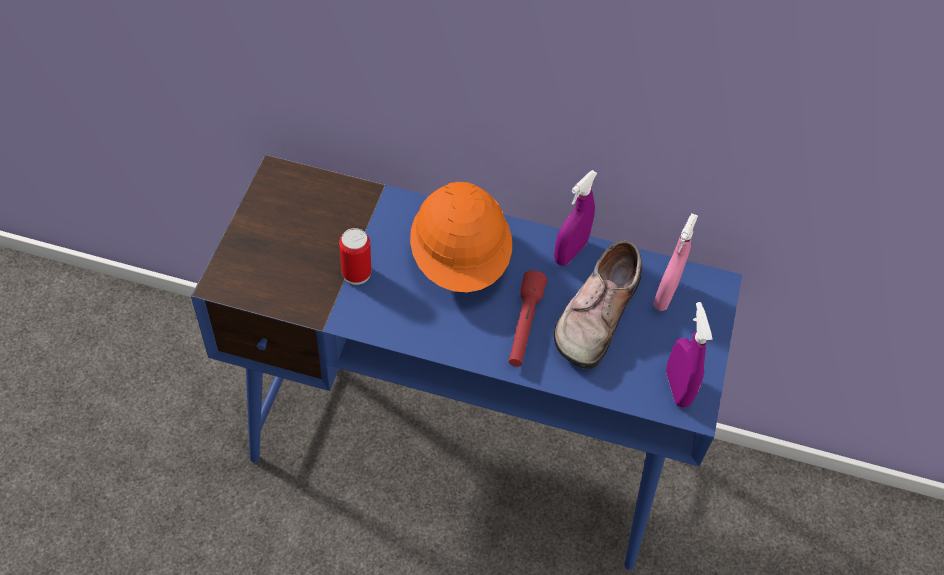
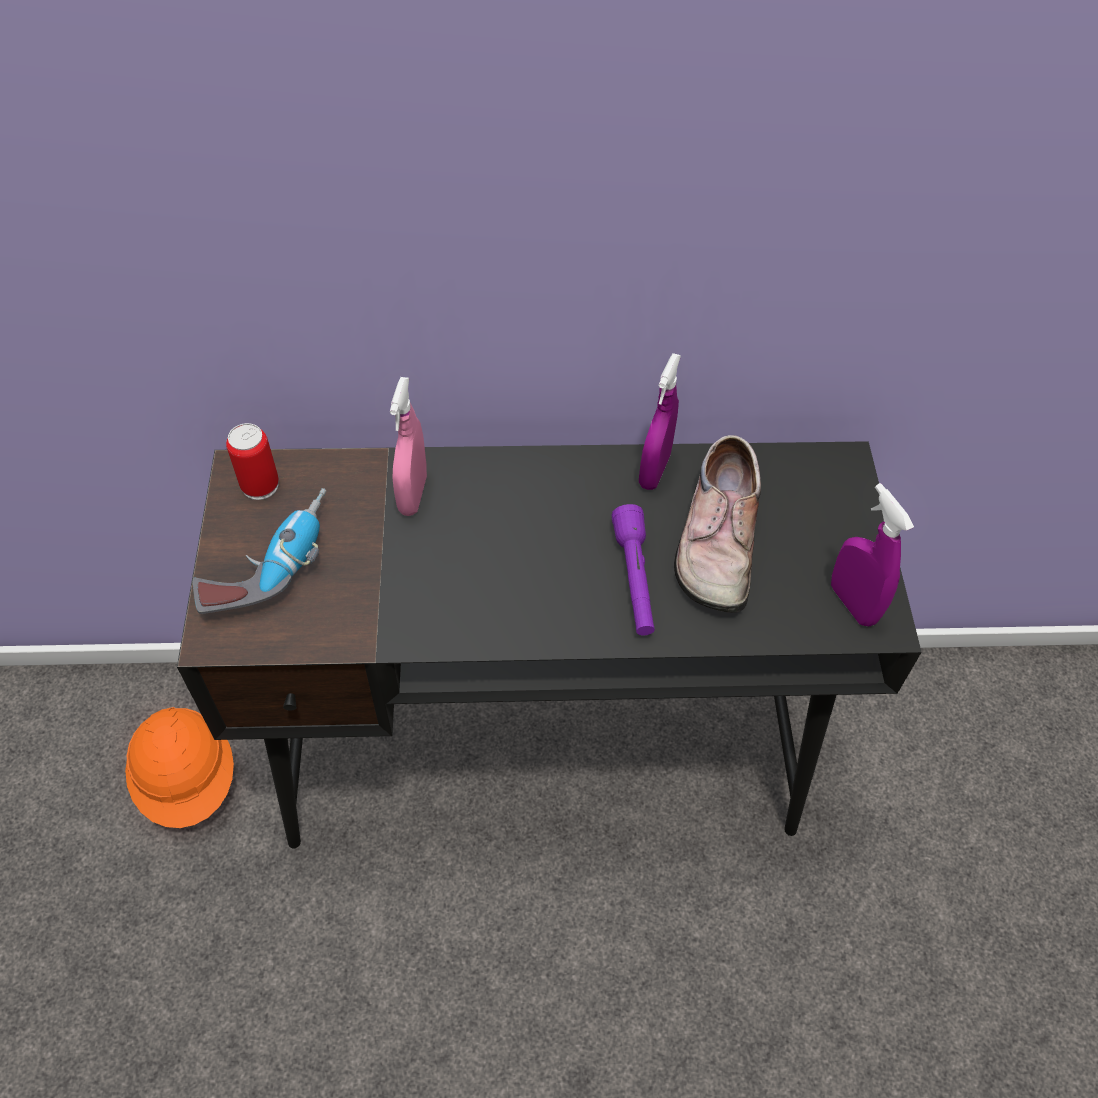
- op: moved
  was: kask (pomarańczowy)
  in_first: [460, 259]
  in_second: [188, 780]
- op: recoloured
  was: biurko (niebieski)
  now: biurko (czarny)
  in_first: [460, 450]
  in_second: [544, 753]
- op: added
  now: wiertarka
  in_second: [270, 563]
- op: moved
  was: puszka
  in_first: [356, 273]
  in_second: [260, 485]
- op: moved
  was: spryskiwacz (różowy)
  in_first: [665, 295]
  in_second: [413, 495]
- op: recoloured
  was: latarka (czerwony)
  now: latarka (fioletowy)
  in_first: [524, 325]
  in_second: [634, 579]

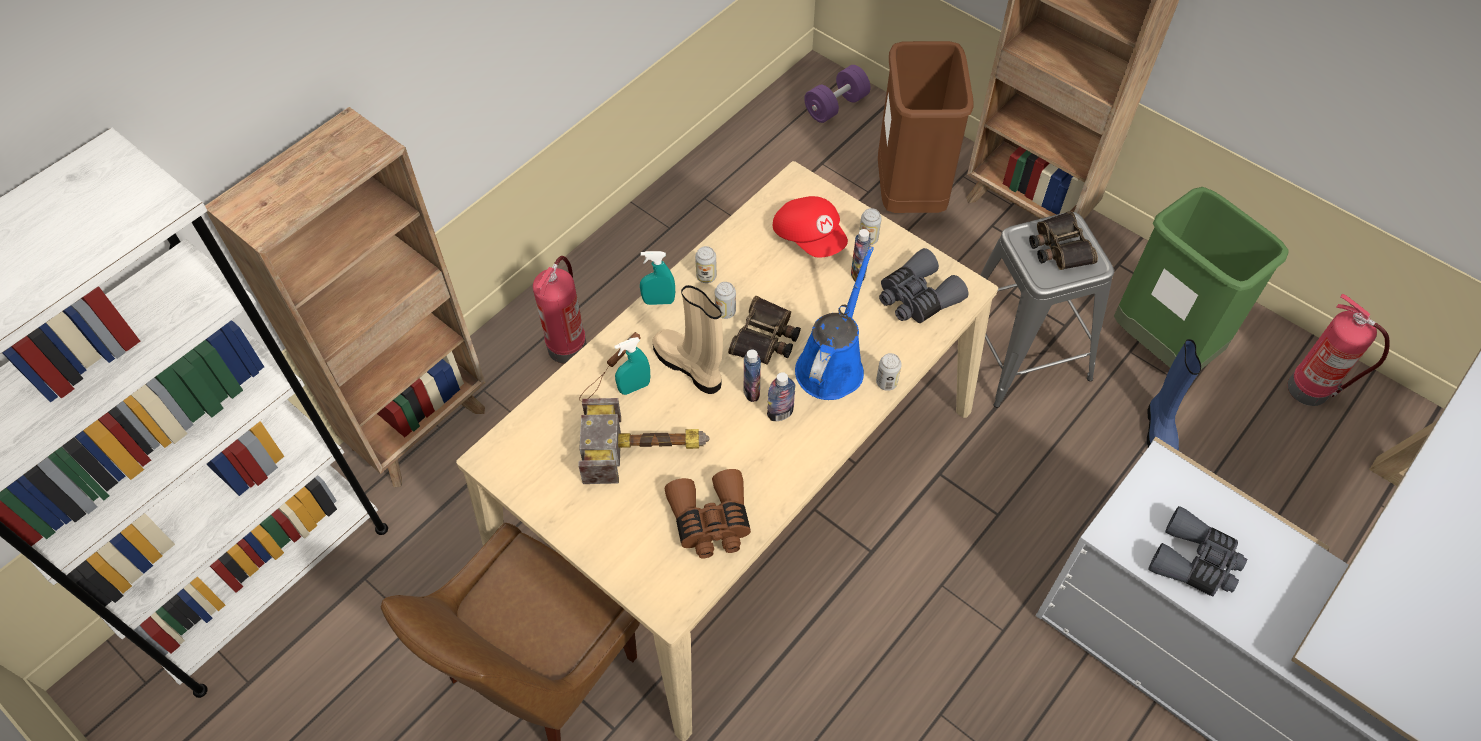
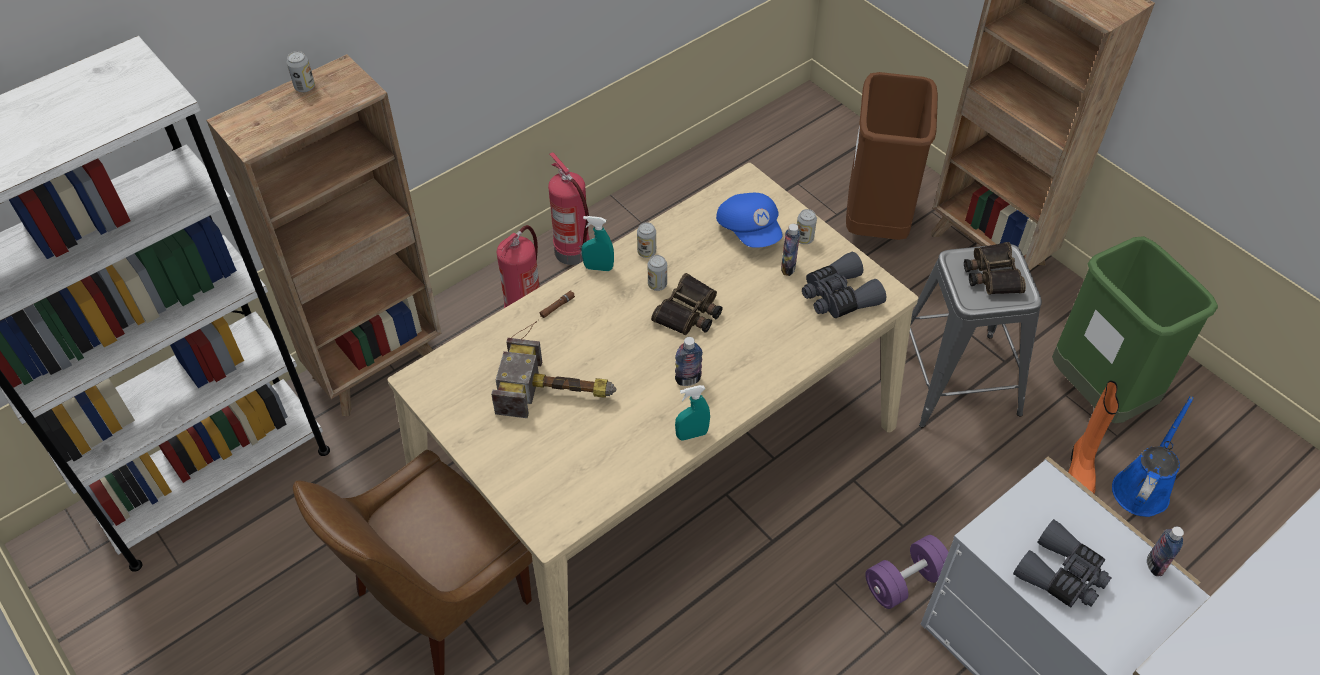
- op: moved
  was: puszka
  in_first: [886, 382]
  in_second: [305, 87]
- op: moved
  was: gaśnica
  in_first: [1310, 389]
  in_second: [574, 252]
- op: moved
  was: spryskiwacz (turkusowy)
  in_first: [634, 387]
  in_second: [692, 434]
- op: recoloured
  was: czapka z daszkiem (czerwony)
  now: czapka z daszkiem (niebieski)
  in_first: [810, 237]
  in_second: [750, 230]
- op: moved
  was: hantel (fioletowy)
  in_first: [836, 106]
  in_second: [905, 581]
- op: recoloured
  was: but z cholewką (niebieski)
  now: but z cholewką (pomarańczowy)
  in_first: [1159, 432]
  in_second: [1079, 473]
- op: moved
  was: konewka (niebieski)
  in_first: [832, 365]
  in_second: [1142, 487]
- op: moved
  was: butelka
  in_first: [751, 391]
  in_second: [1155, 565]
- op: removed
  was: but z cholewką (beżowy)
  in_first: [690, 367]
- op: removed
  was: lornetka (brązowy)
  in_first: [711, 521]

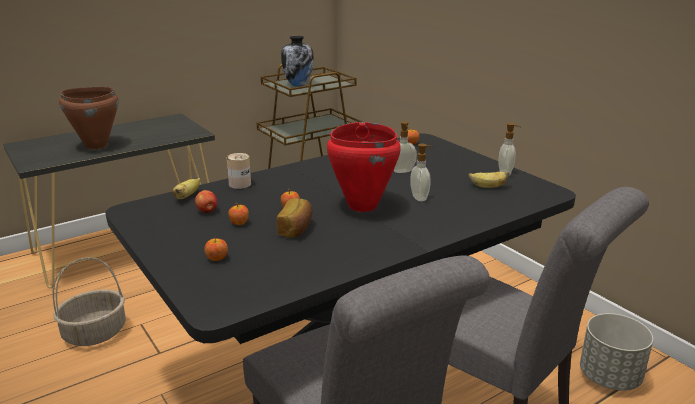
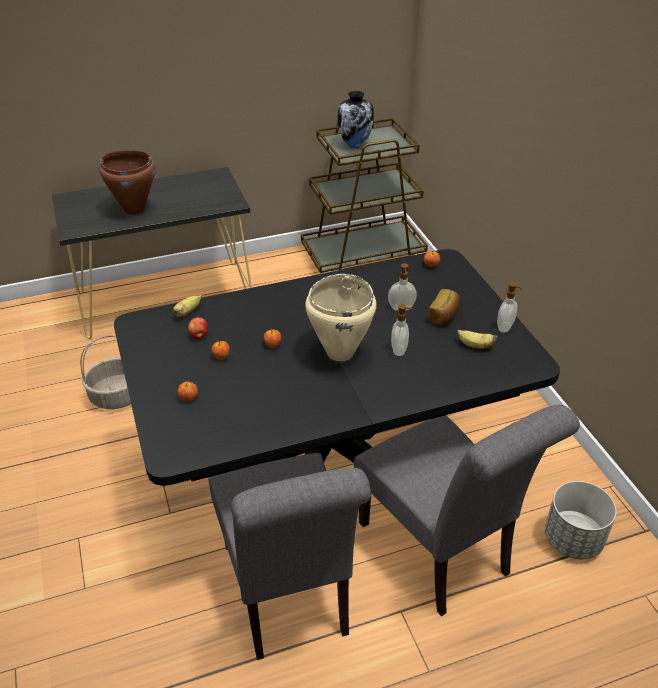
- op: recoloured
  was: garnek (czerwony)
  now: garnek (beżowy)
  in_first: [362, 206]
  in_second: [339, 352]
- op: moved
  was: chleb
  in_first: [296, 229]
  in_second: [444, 316]
- op: removed
  was: puszka
  in_first: [240, 184]

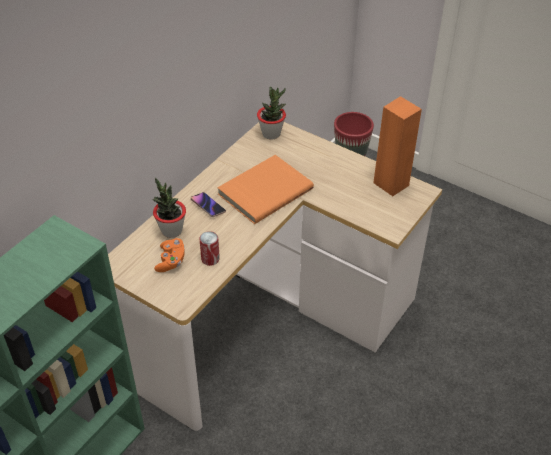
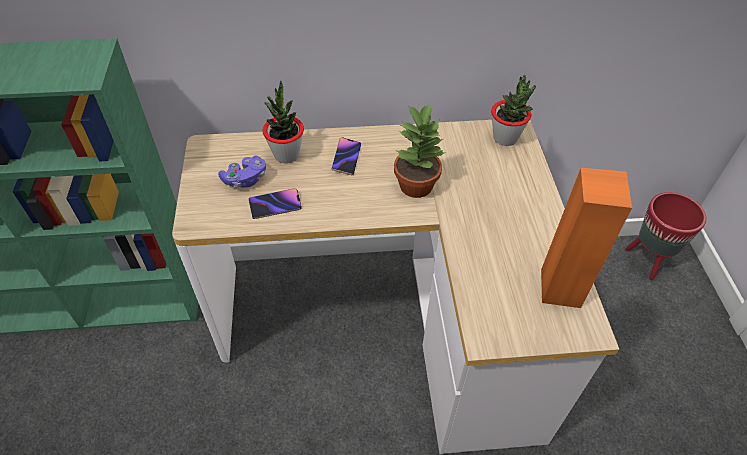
- op: recoloured
  was: pad do gier (pomarańczowy)
  now: pad do gier (fioletowy)
  in_first: [171, 261]
  in_second: [245, 179]
- op: replaced
  was: puszka
  now: telefon
  in_first: [210, 259]
  in_second: [275, 205]
- op: replaced
  was: książka (pomarańczowy)
  now: roślina doniczkowa
  in_first: [264, 191]
  in_second: [416, 185]

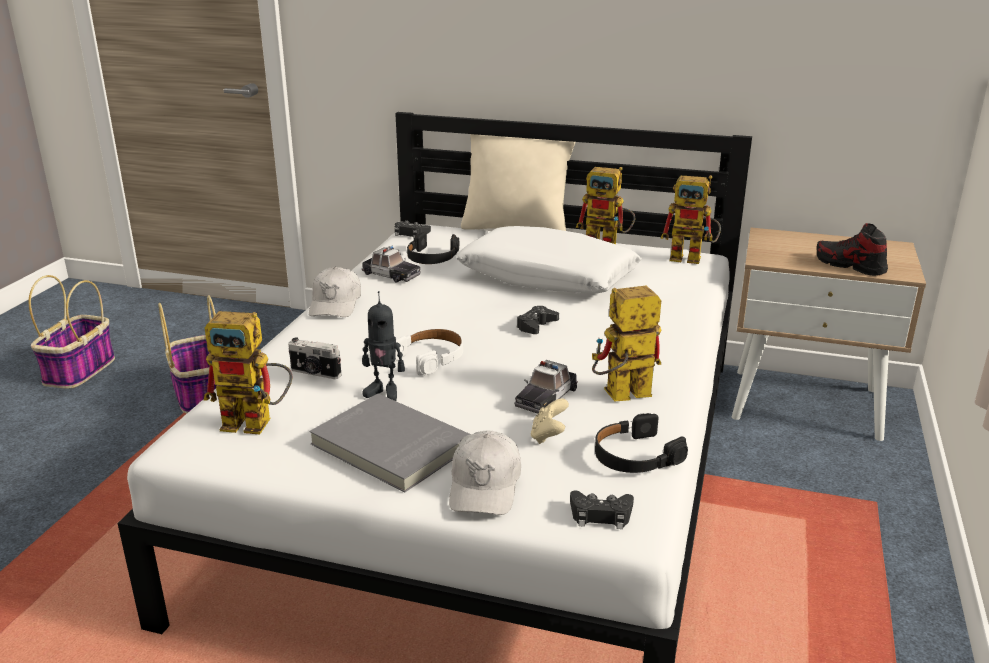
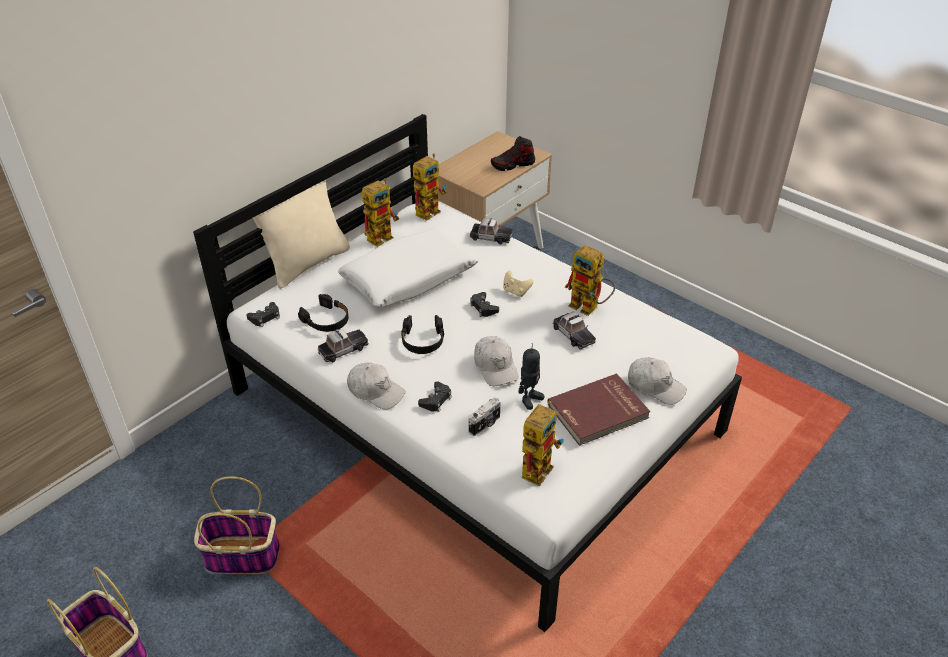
- op: moved
  was: słuchawki (czarny)
  in_first: [635, 456]
  in_second: [422, 340]
- op: moved
  was: pad do gier (czarny)
  in_first: [601, 515]
  in_second: [436, 400]
- op: added
  now: samochodzik
  in_second: [491, 237]
- op: replaced
  was: słuchawki (biały)
  now: czapka z daszkiem (biały)
  in_first: [430, 358]
  in_second: [495, 366]
- op: moved
  was: pad do gier (beżowy)
  in_first: [548, 436]
  in_second: [516, 291]
- op: recoloured
  was: książka (szary)
  now: książka (czerwony)
  in_first: [389, 447]
  in_second: [598, 412]
- op: turned
  was: robot zabawkowy
  in_first: [620, 397]
  in_second: [589, 307]
  clockwise: -60

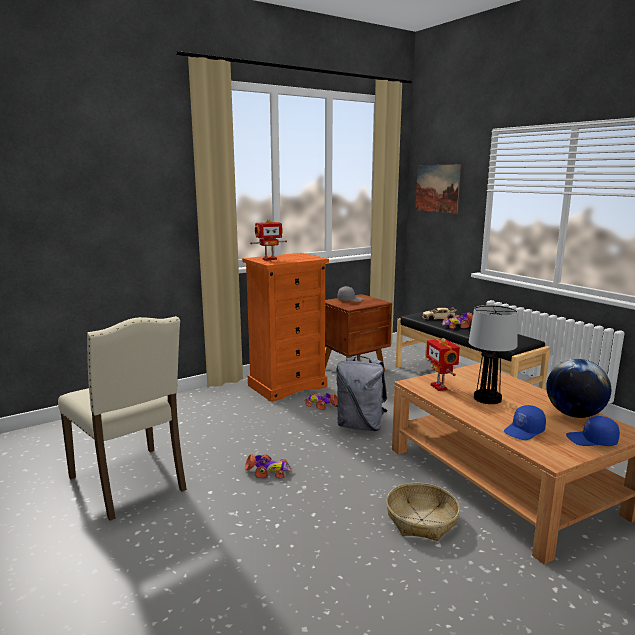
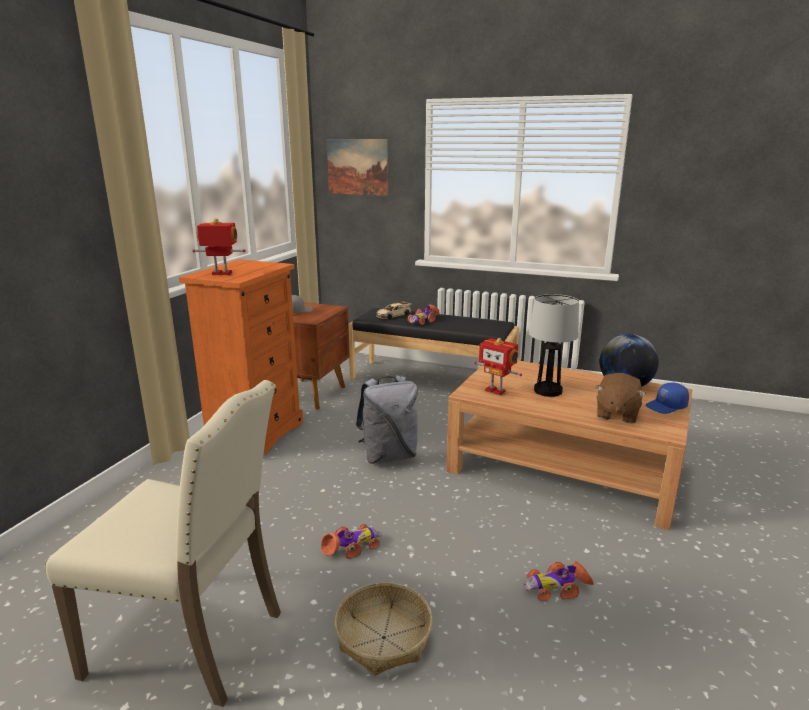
- op: turned
  was: robot zabawkowy
  in_first: [269, 259]
  in_second: [221, 274]
  clockwise: -120
- op: moved
  was: koszyk
  in_first: [421, 520]
  in_second: [383, 638]
- op: moved
  was: samochodzik
  in_first: [321, 405]
  in_second: [556, 587]
- op: replaced
  was: czapka z daszkiem (niebieski)
  now: pluszak (brązowy)
  in_first: [524, 431]
  in_second: [616, 414]

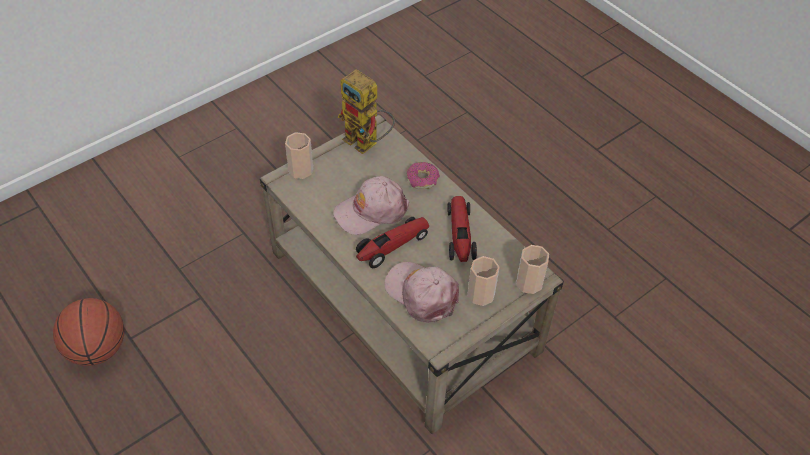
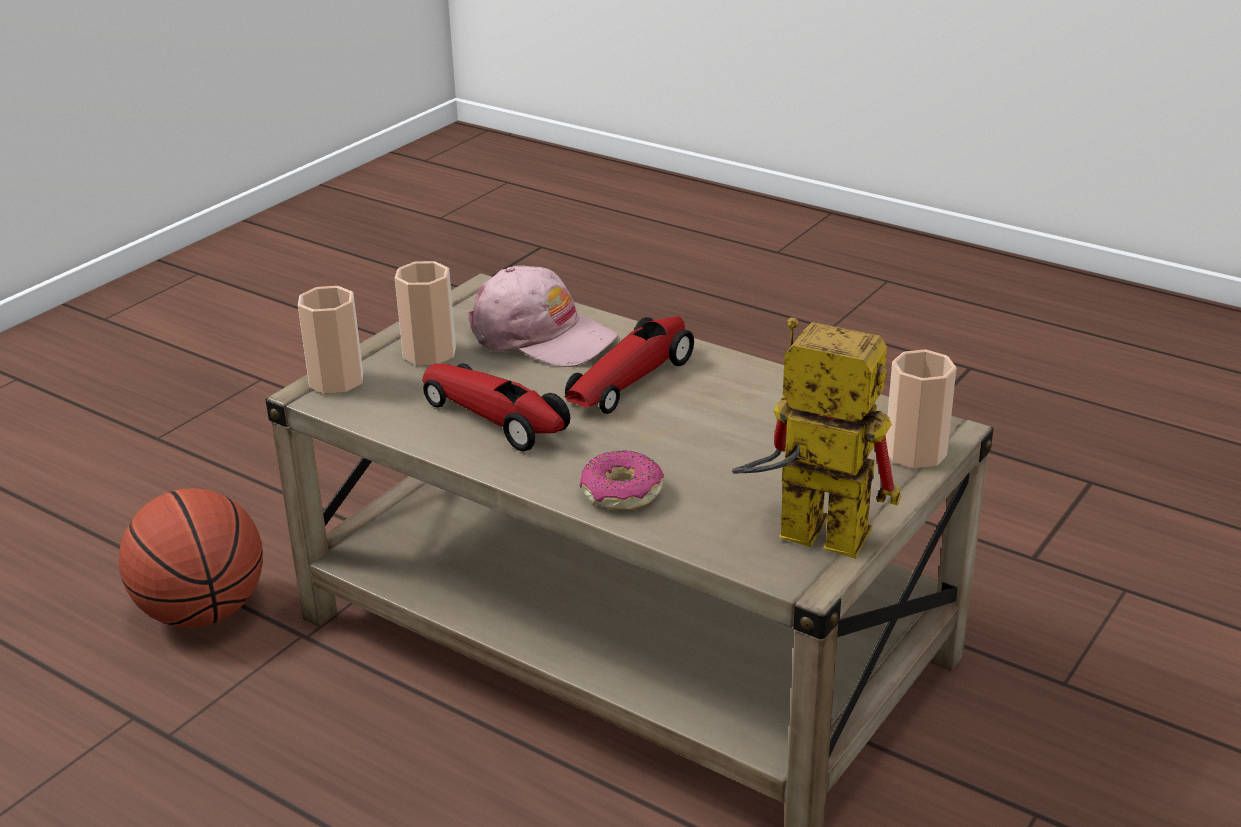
- op: moved
  was: piłka do koszykówki
  in_first: [97, 349]
  in_second: [203, 612]
- op: turned
  was: samochodzik
  in_first: [460, 235]
  in_second: [495, 419]
  clockwise: 150
- op: removed
  was: czapka z daszkiem (różowy)
  in_first: [371, 211]

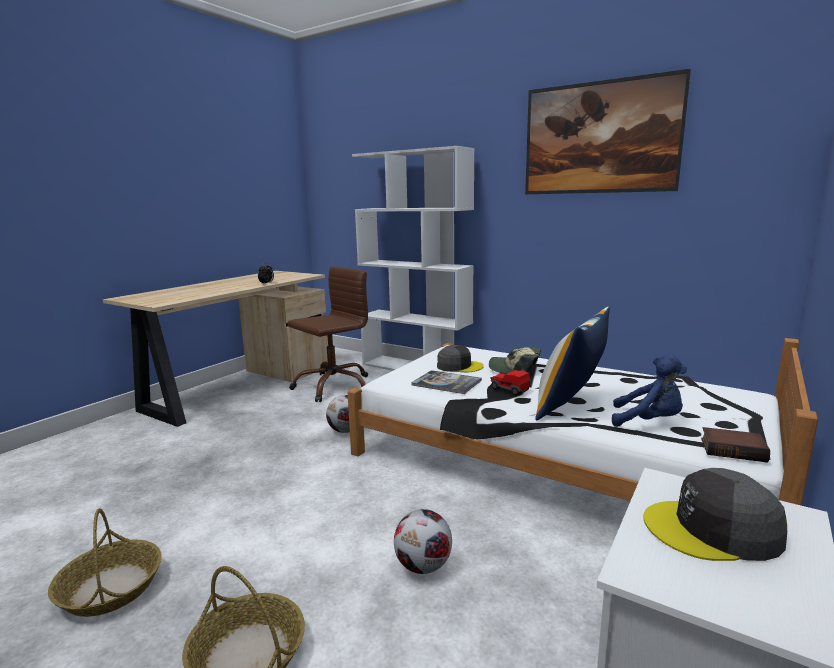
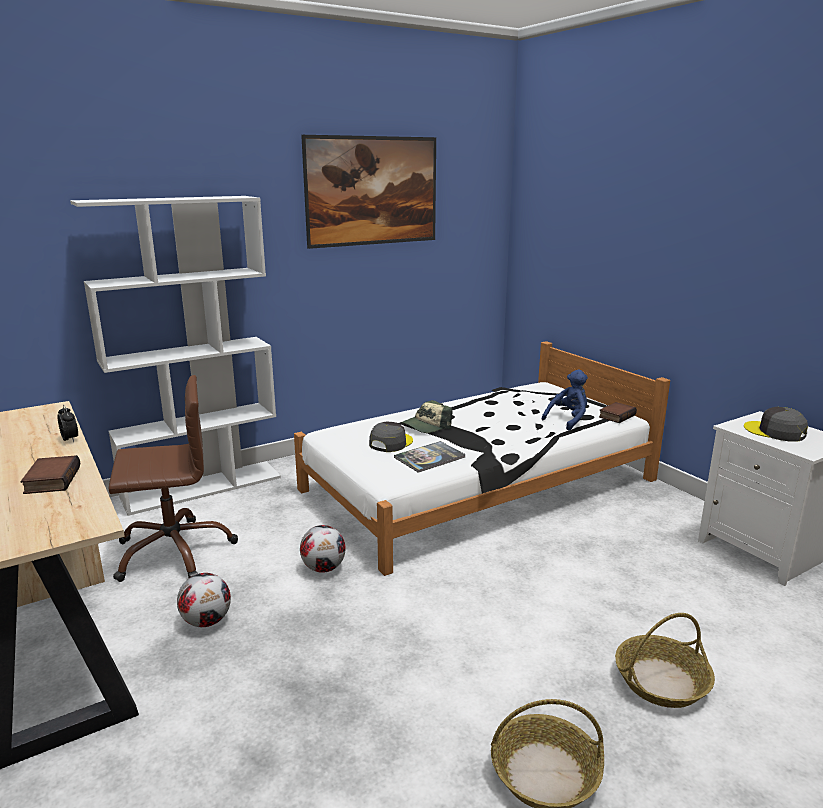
- op: added
  now: książka
  in_second: [51, 480]
- op: turned
  was: krzesło biurowe (brązowy)
  in_first: [333, 386]
  in_second: [174, 551]
  clockwise: 90
- op: moved
  was: piłka futbolowa
  in_first: [424, 566]
  in_second: [207, 621]
- op: turned
  was: czapka z daszkiem (szary)
  in_first: [713, 530]
  in_second: [775, 432]
  clockwise: 105
- op: removed
  was: samochodzik
  in_first: [509, 390]
- op: removed
  was: poduszka
  in_first: [570, 406]

